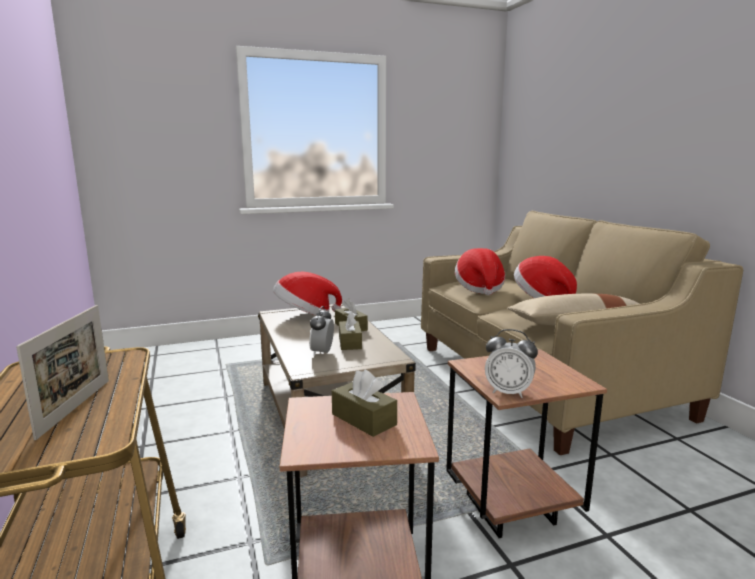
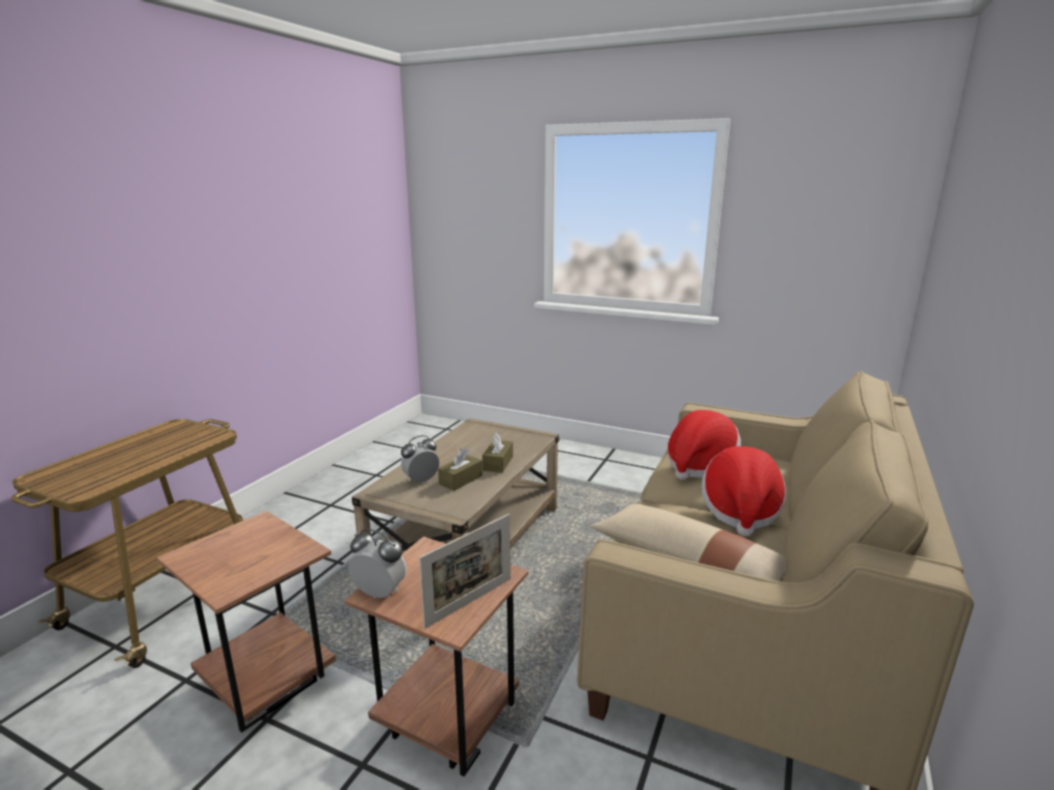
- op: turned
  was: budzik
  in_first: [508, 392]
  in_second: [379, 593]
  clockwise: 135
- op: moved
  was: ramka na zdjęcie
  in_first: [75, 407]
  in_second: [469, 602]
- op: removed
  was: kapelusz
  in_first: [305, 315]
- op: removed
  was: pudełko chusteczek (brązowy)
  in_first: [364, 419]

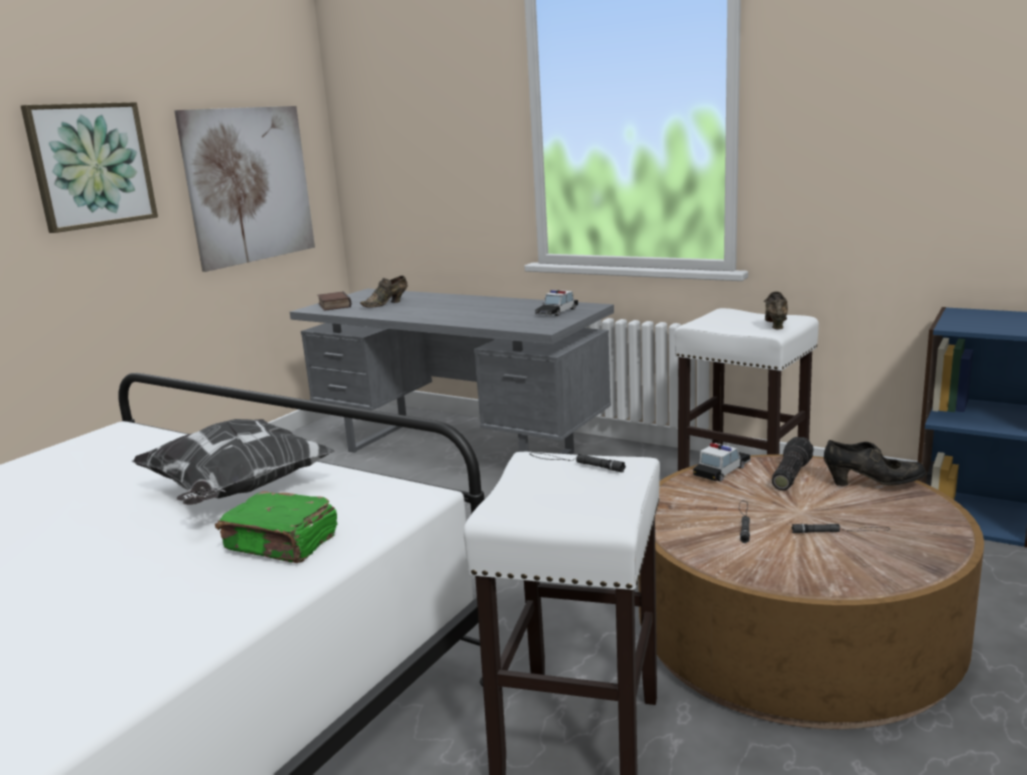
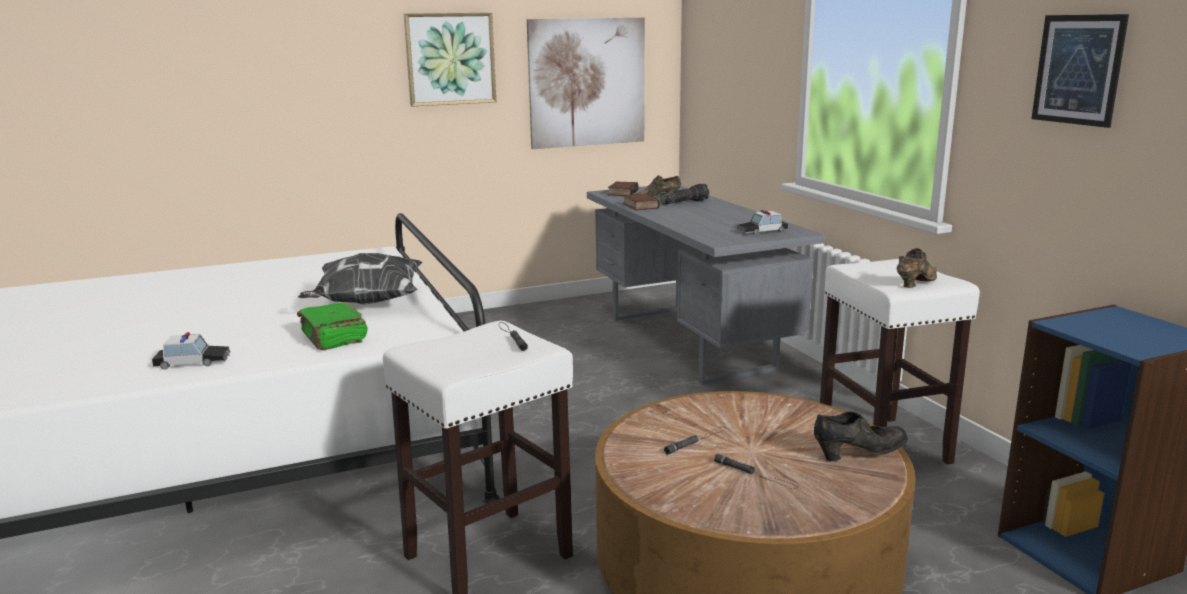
- op: moved
  was: samochodzik
  in_first: [722, 470]
  in_second: [193, 362]
- op: added
  now: książka
  in_second: [639, 206]
- op: moved
  was: latarka
  in_first: [789, 475]
  in_second: [684, 202]
- op: turned
  was: but (czarny)
  in_first: [873, 484]
  in_second: [859, 454]
  clockwise: -60
- op: added
  now: obraz
  in_second: [1078, 69]

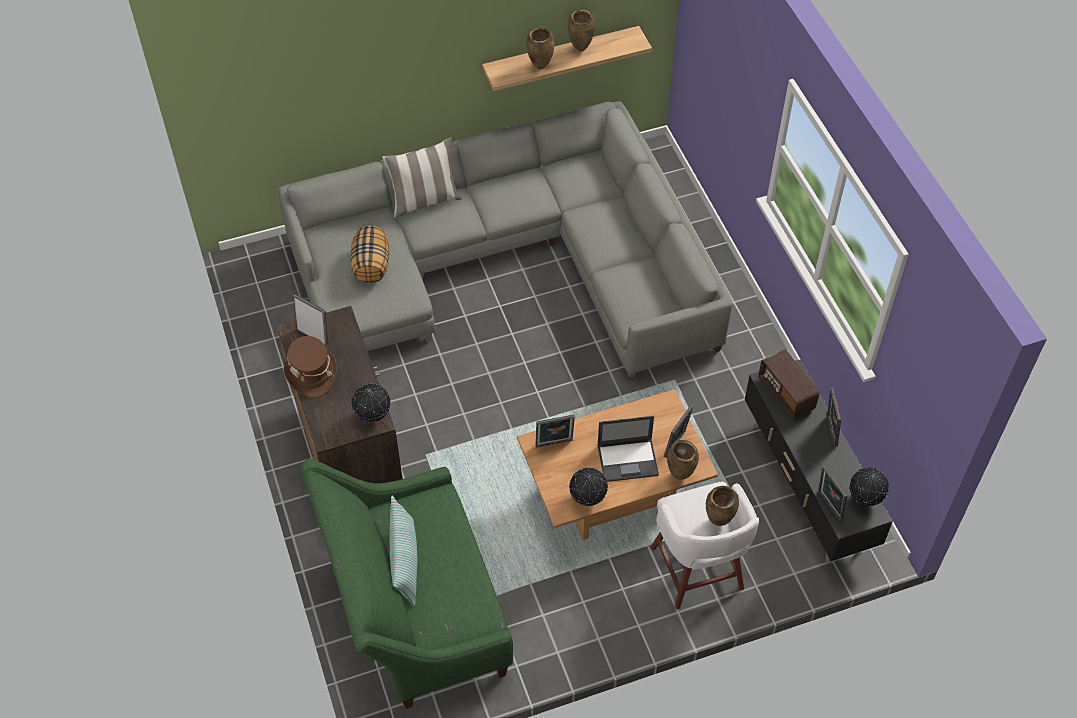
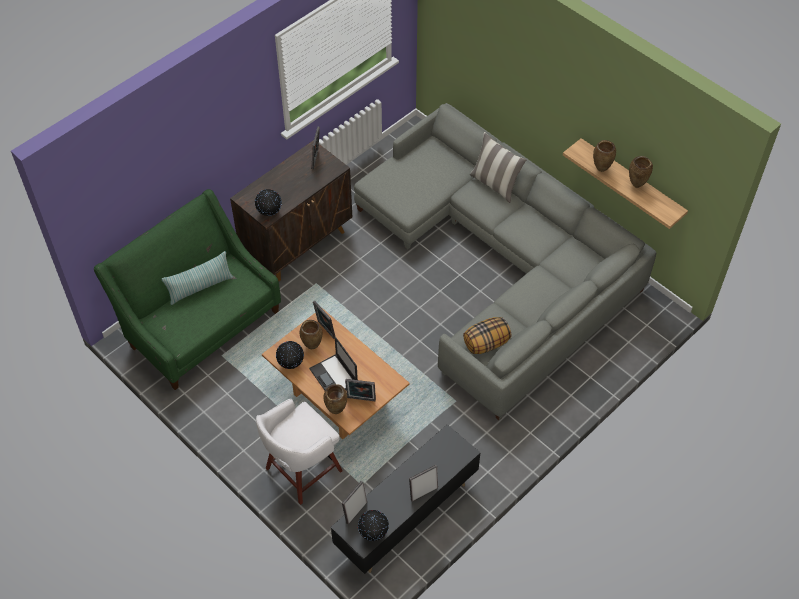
- op: moved
  was: wazon (brązowy)
  in_first: [718, 522]
  in_second: [312, 347]
- op: moved
  was: poduszka
  in_first: [371, 266]
  in_second: [486, 343]
- op: removed
  was: kapelusz (brązowy)
  in_first: [311, 374]
- op: removed
  was: radio
  in_first: [786, 394]

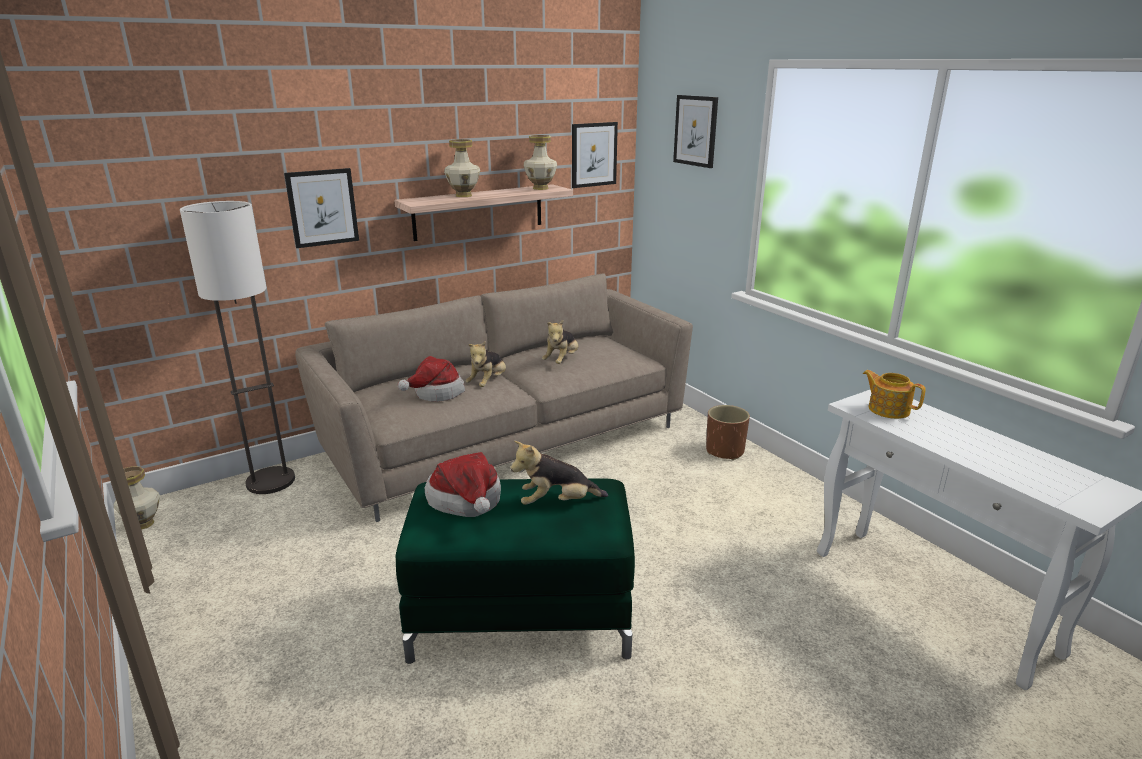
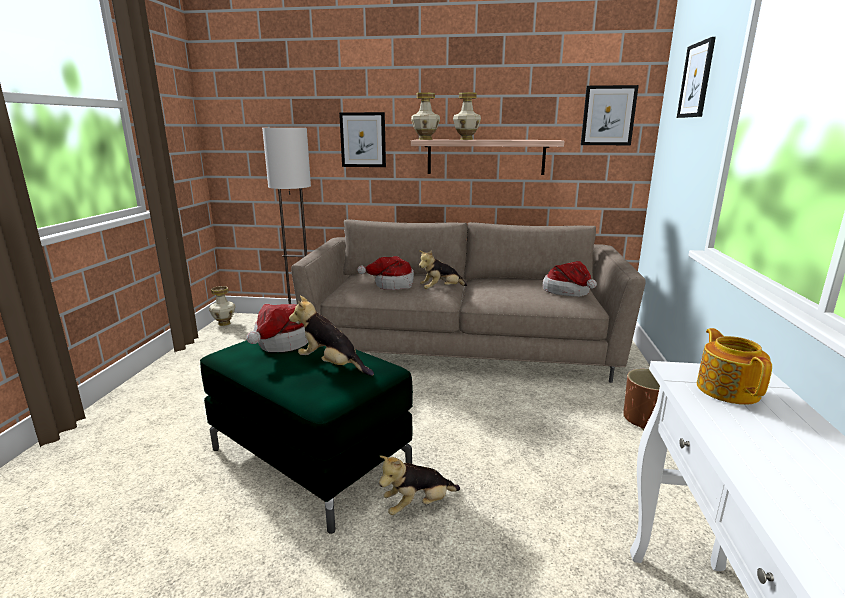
- op: moved
  was: pluszak
  in_first: [562, 360]
  in_second: [418, 505]
- op: moved
  was: wazon
  in_first: [540, 188]
  in_second: [425, 139]
- op: added
  now: kapelusz
  in_second: [569, 292]

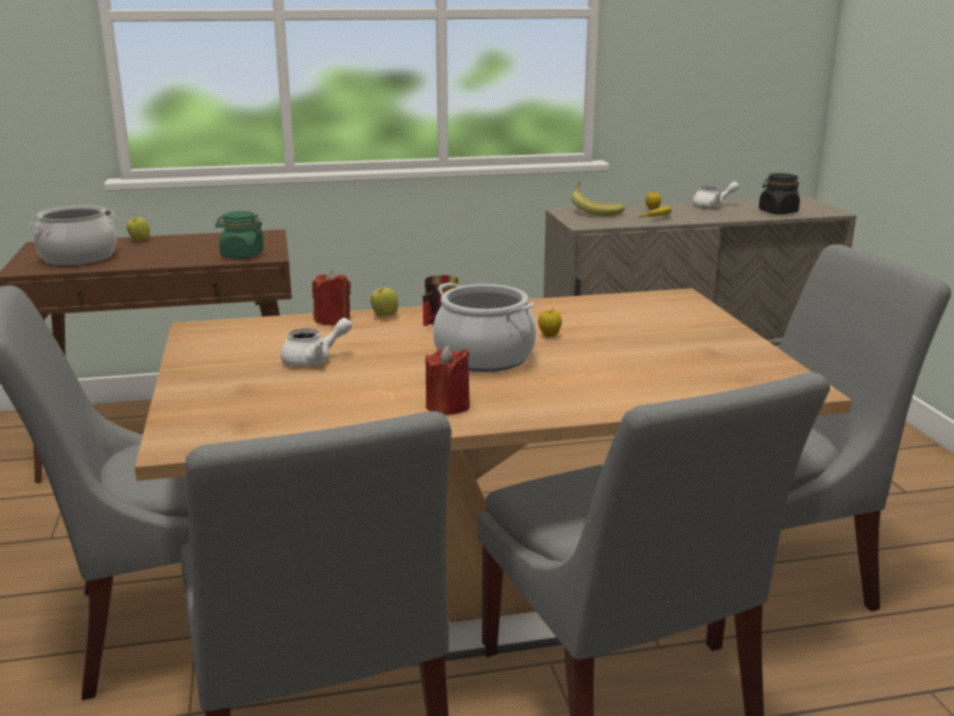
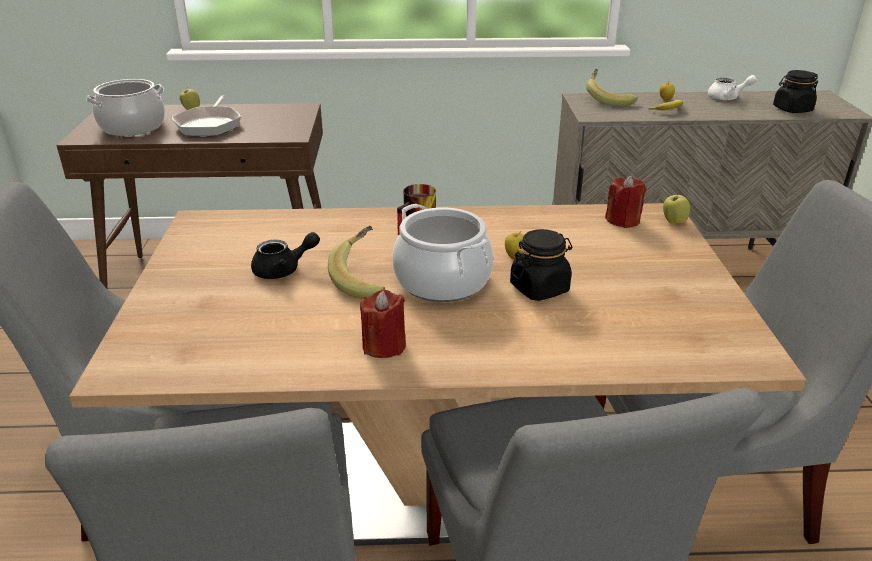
- op: added
  now: patelnia
  in_second: [209, 124]
- op: recoloured
  was: imbryk (biały)
  now: imbryk (czarny)
  in_first: [314, 360]
  in_second: [283, 270]
- op: added
  now: banan
  in_second: [365, 279]
- op: added
  now: słoik (czarny)
  in_second: [539, 288]
- op: moved
  was: świeca (czerwony)
  in_first: [332, 320]
  in_second: [623, 220]
- op: moved
  was: jabłko
  in_first: [384, 317]
  in_second: [673, 222]
- op: removed
  was: słoik (zielony)
  in_first: [242, 255]

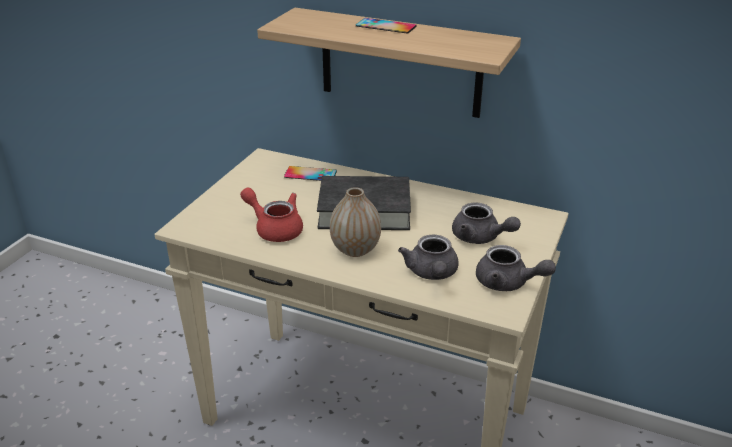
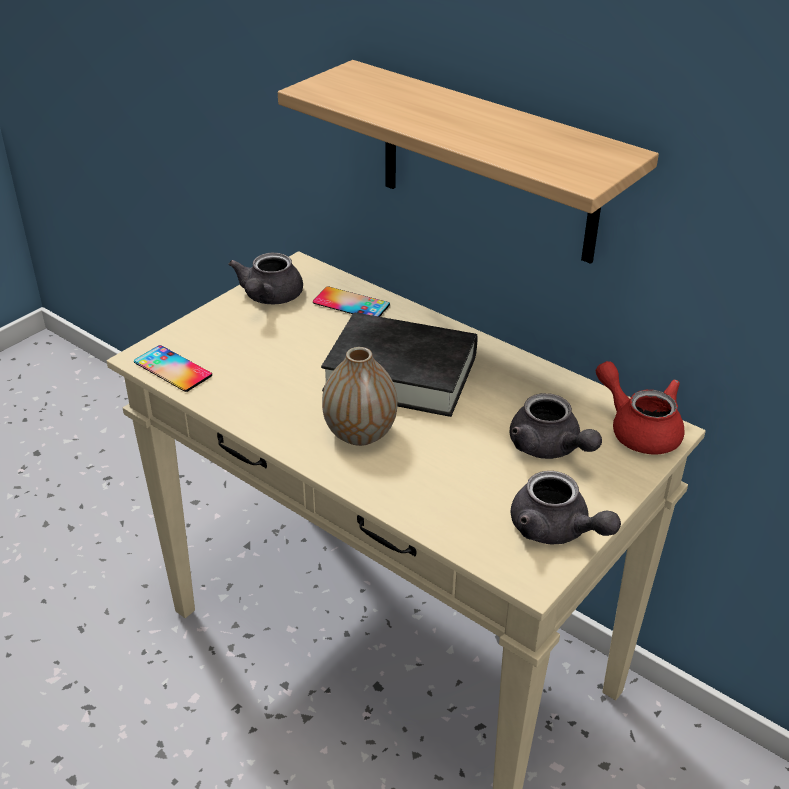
- op: moved
  was: telefon
  in_first: [386, 26]
  in_second: [172, 369]
- op: moved
  was: imbryk (szary)
  in_first: [432, 273]
  in_second: [268, 298]
- op: moved
  was: imbryk (czerwony)
  in_first: [275, 229]
  in_second: [638, 429]

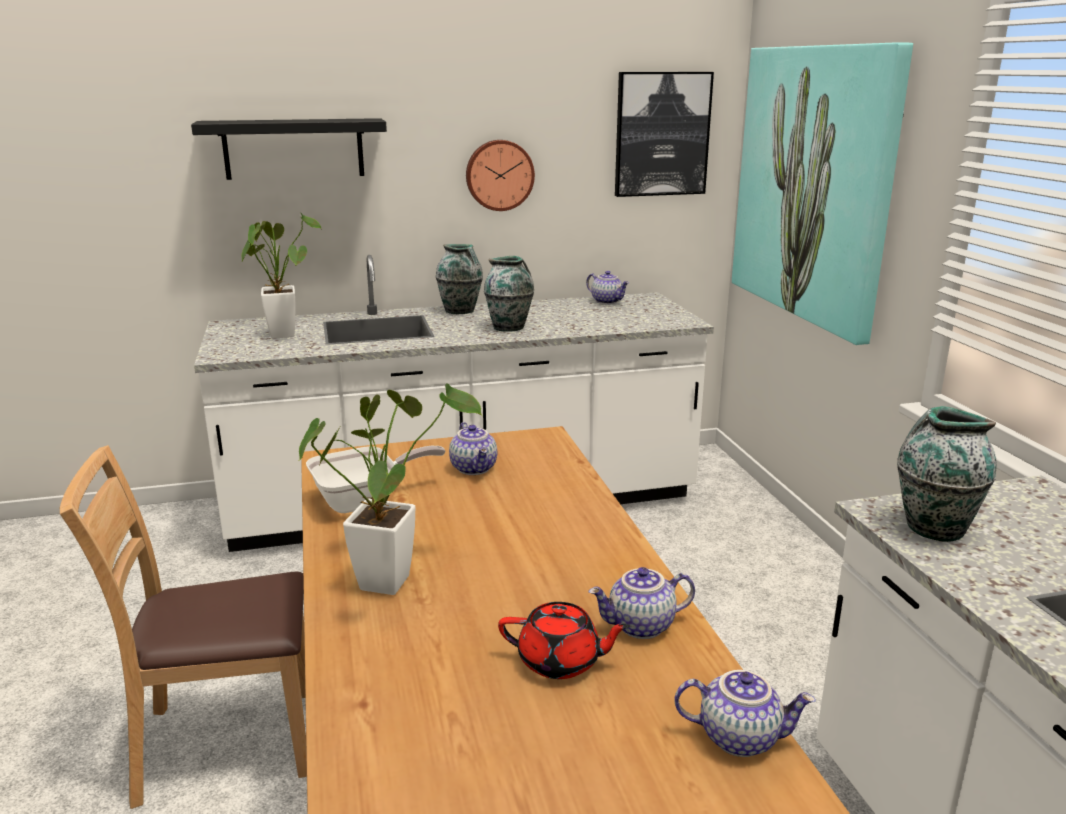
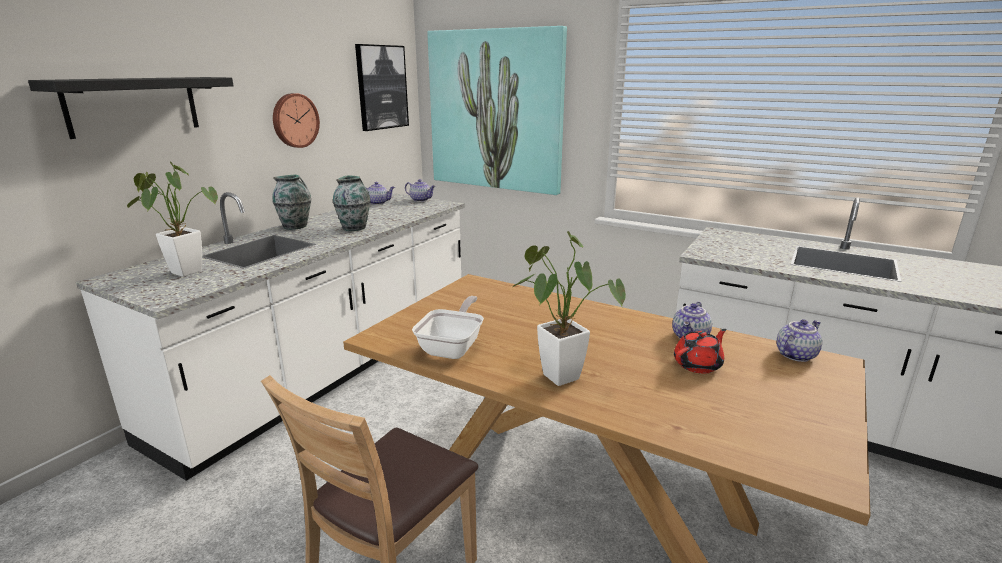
- op: moved
  was: imbryk
  in_first: [475, 468]
  in_second: [421, 200]
- op: removed
  was: wazon
  in_first: [933, 528]

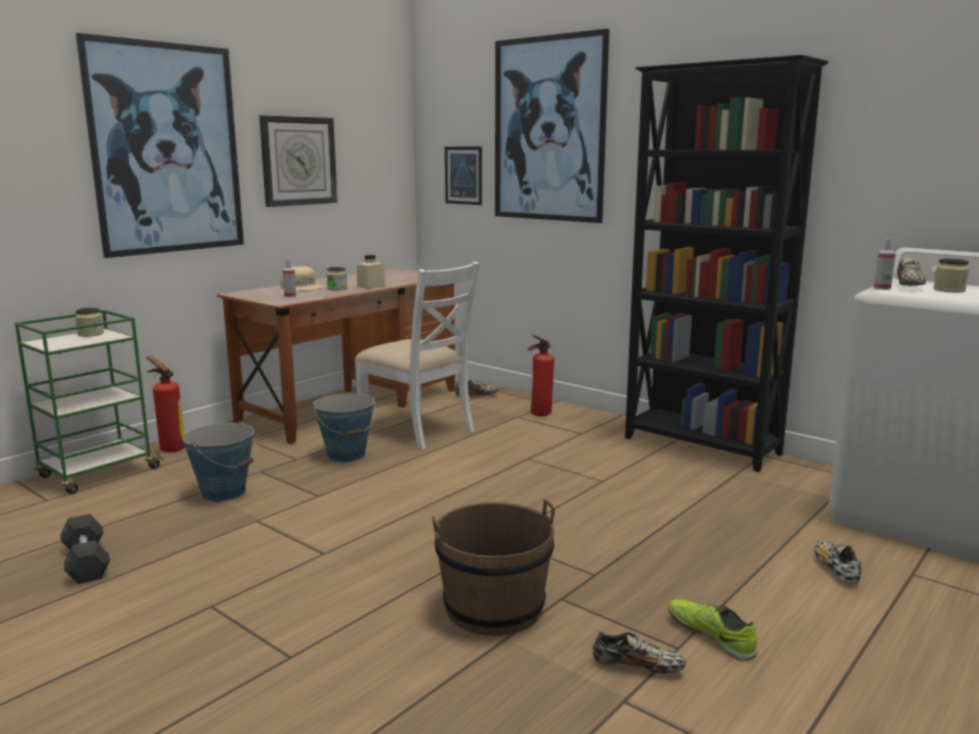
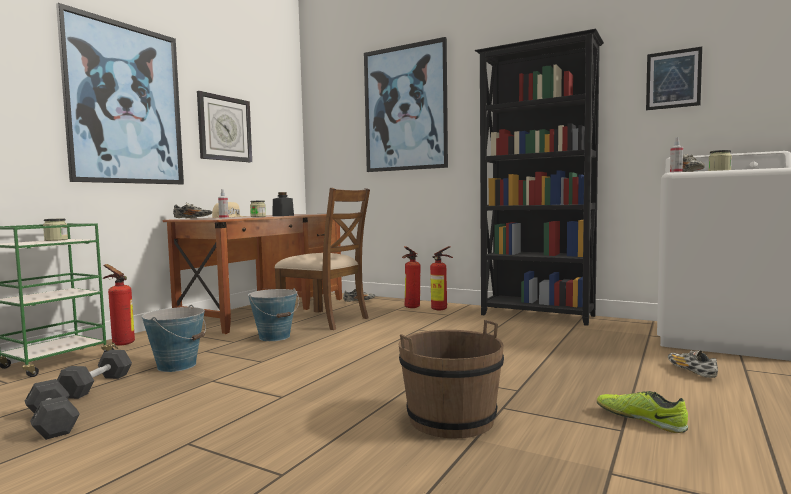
- op: added
  now: hantel (szary)
  in_second: [96, 385]
- op: moved
  was: but
  in_first: [637, 667]
  in_second: [193, 218]
- op: recoloured
  was: słoik (beżowy)
  now: słoik (czarny)
  in_first: [371, 286]
  in_second: [283, 215]
- op: recoloured
  was: krzesło (biały)
  now: krzesło (brązowy)
  in_first: [418, 429]
  in_second: [325, 320]
- op: added
  now: gaśnica
  in_second: [441, 309]
- op: moved
  was: obraz
  in_first: [463, 175]
  in_second: [673, 79]

